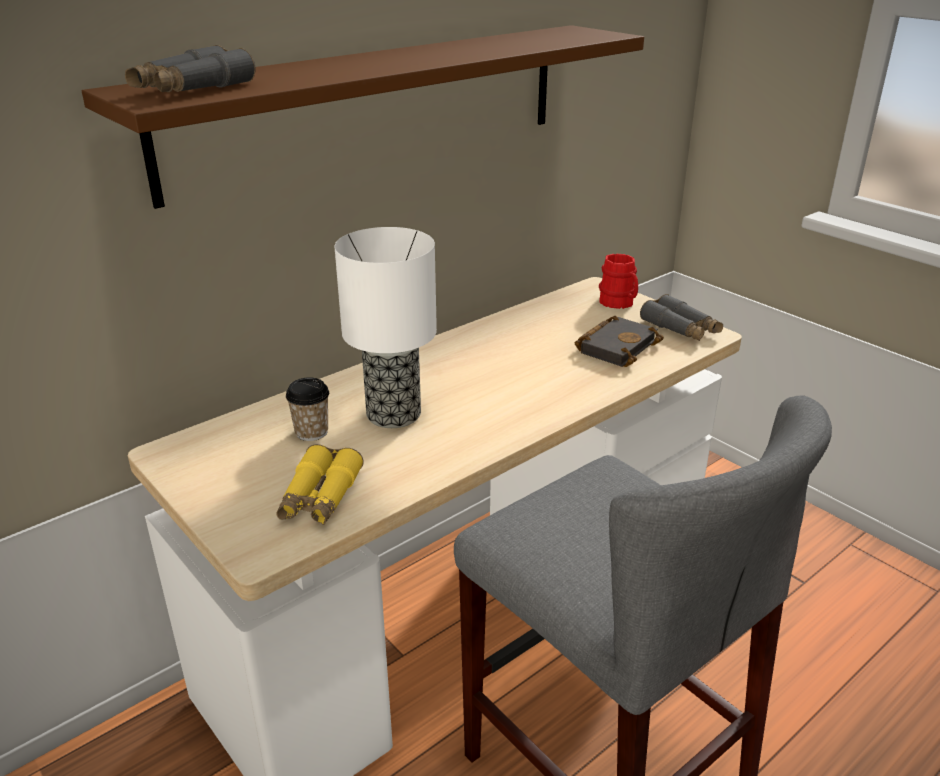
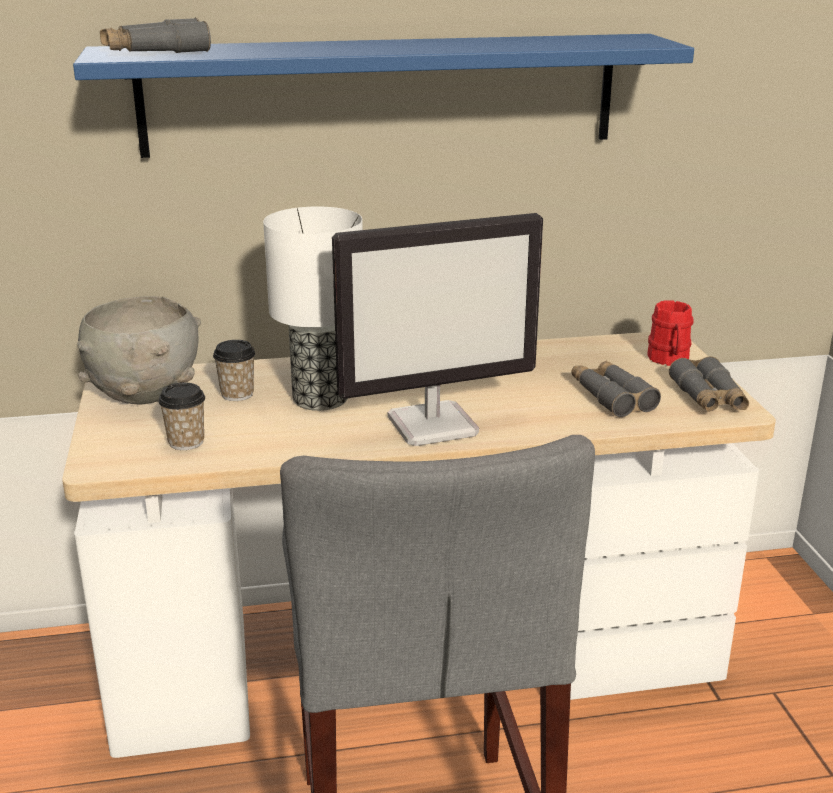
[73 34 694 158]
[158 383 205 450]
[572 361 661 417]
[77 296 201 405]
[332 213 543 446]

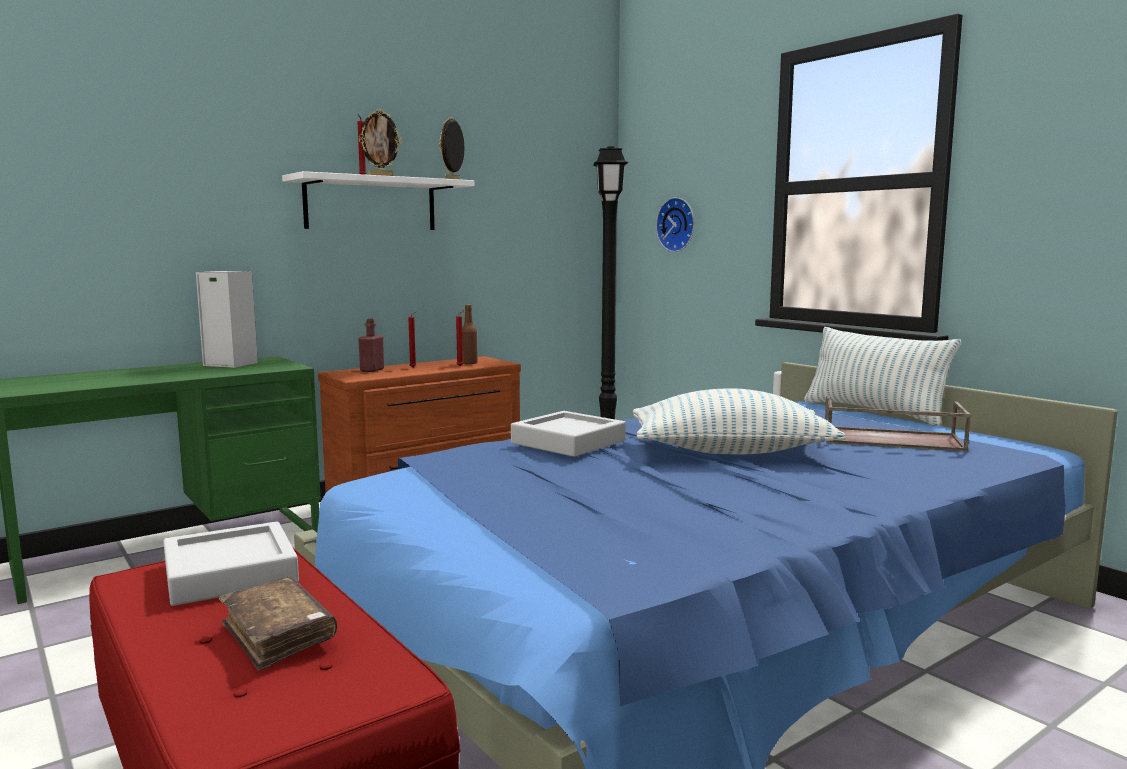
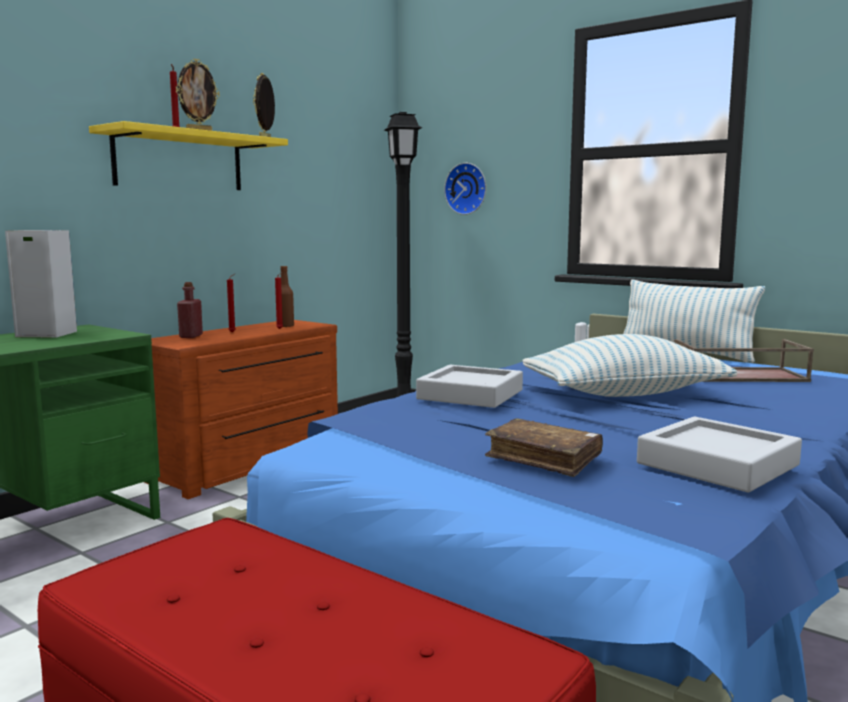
[637 416 802 492]
[485 418 603 477]
[89 121 288 190]

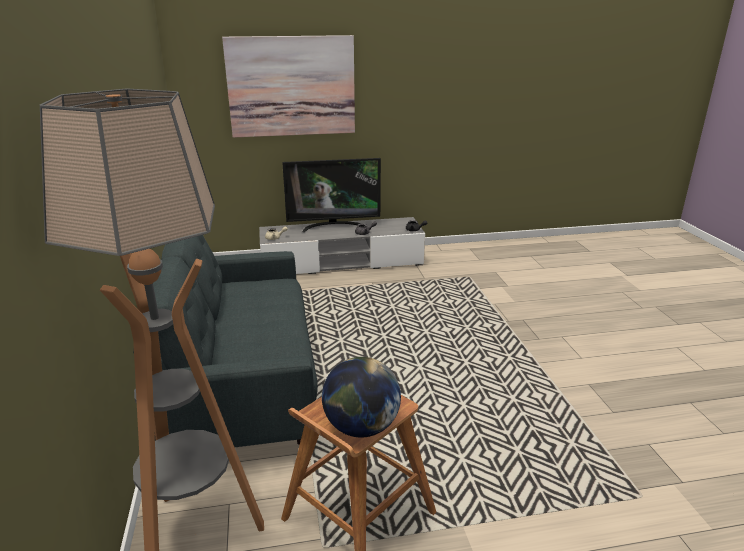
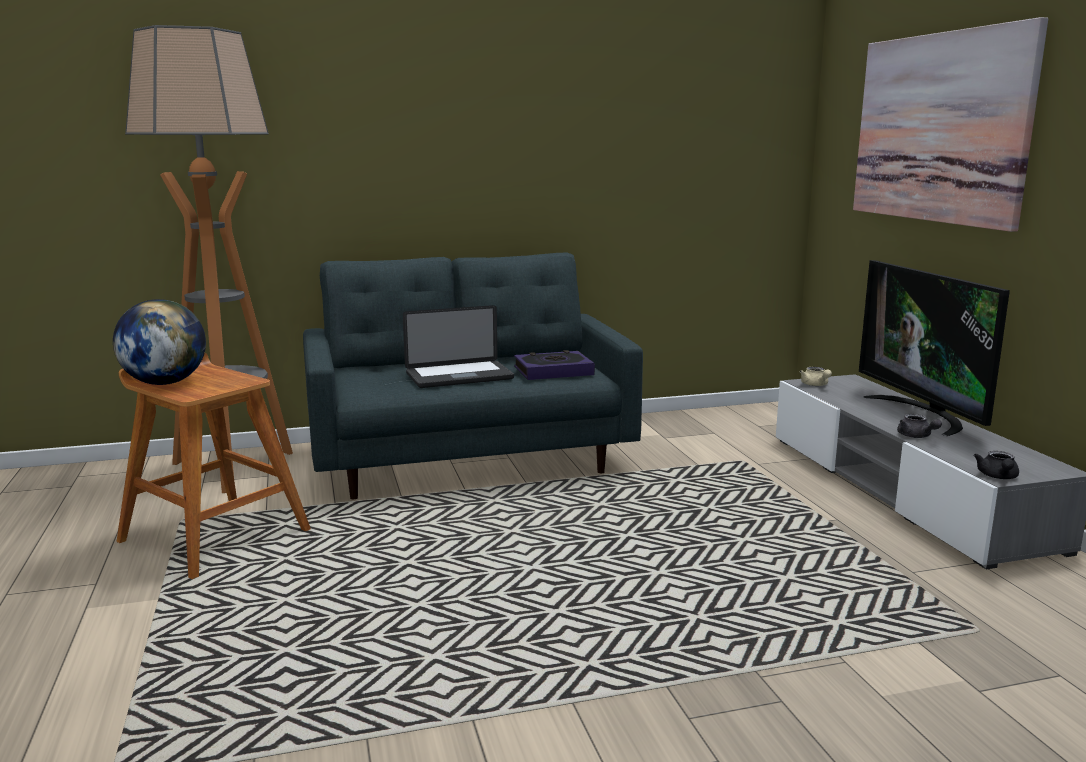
[403 305 514 388]
[514 350 595 380]

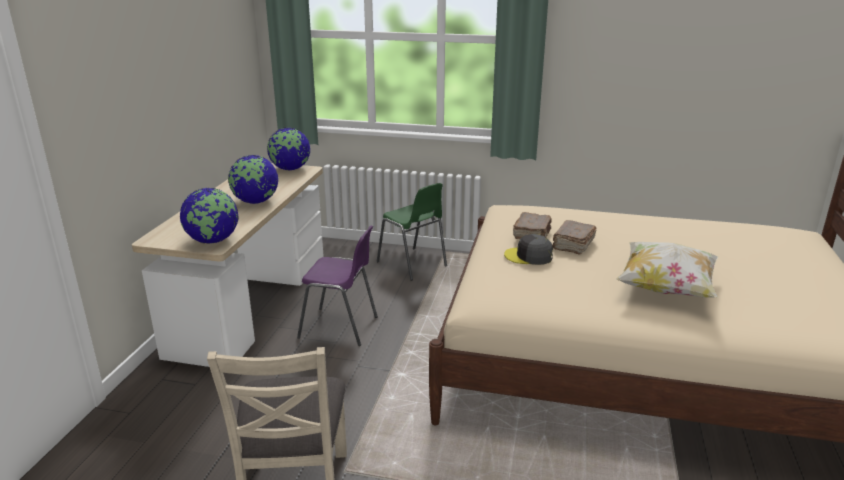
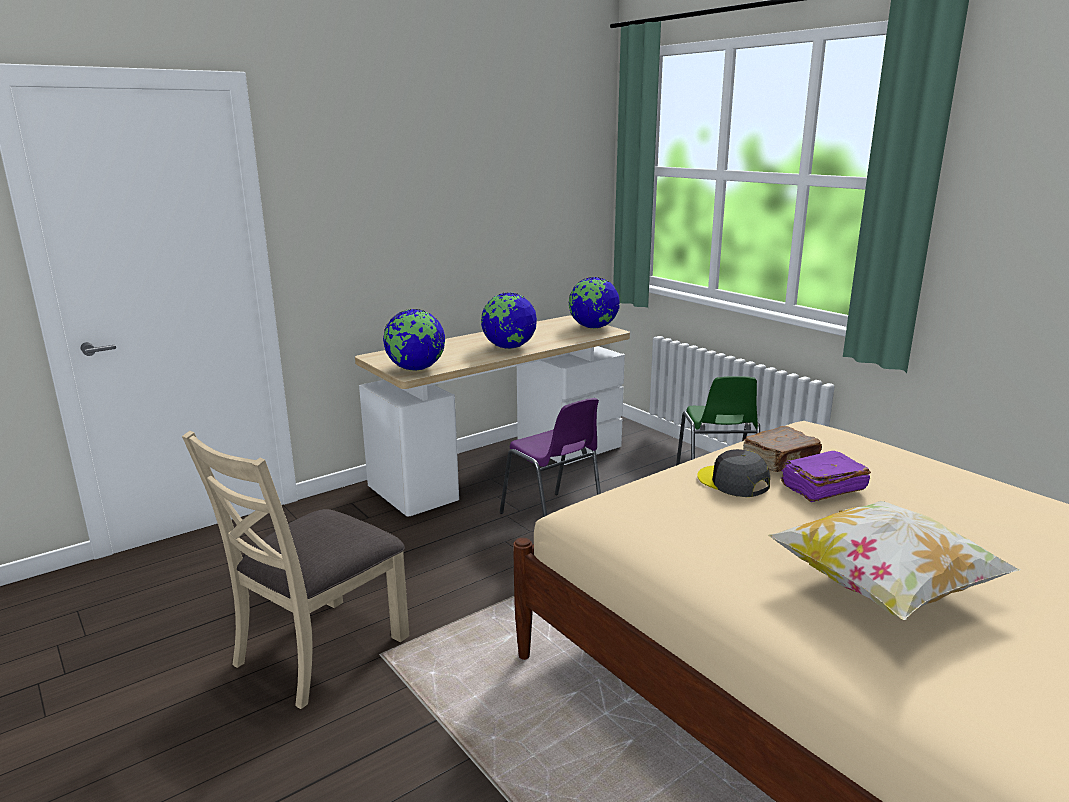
[781 451 871 502]

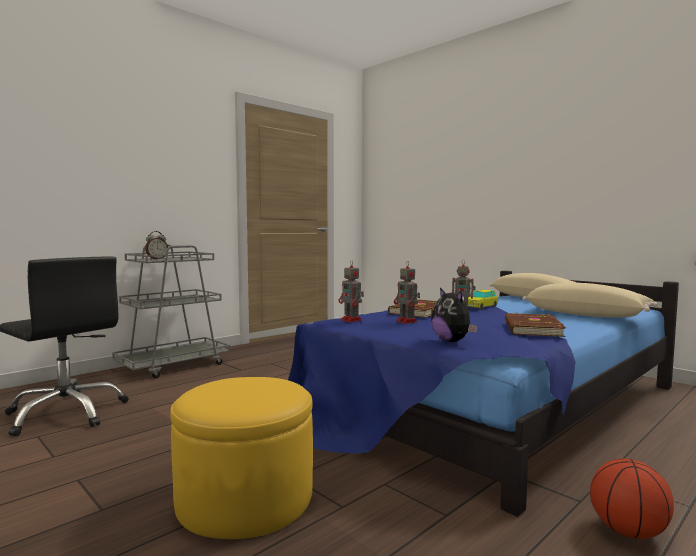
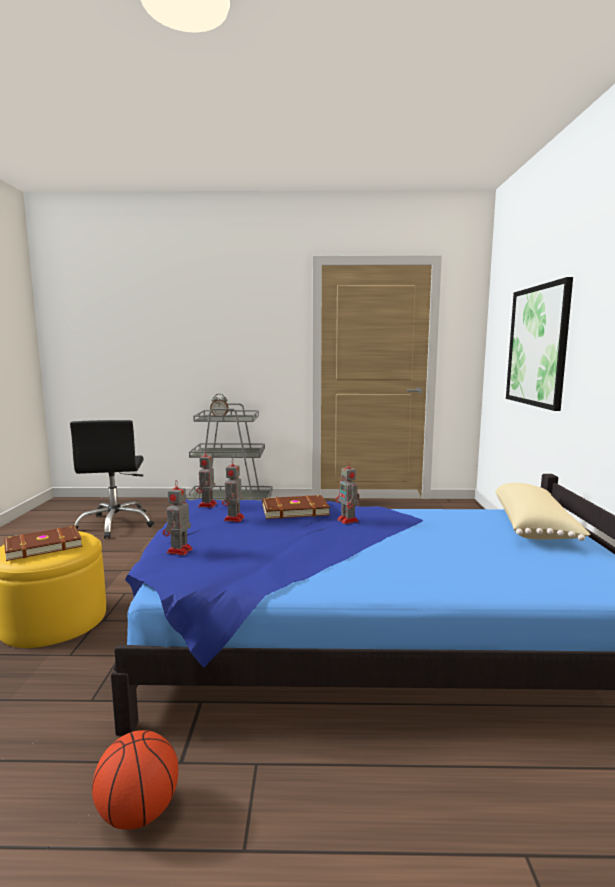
[163 480 193 555]
[468 290 498 310] (first image)
[4 526 82 561]
[522 283 658 317] (first image)
[506 277 573 411]

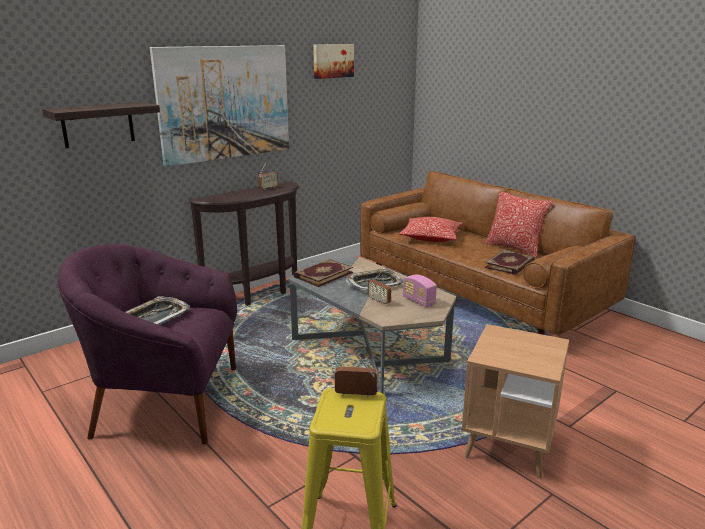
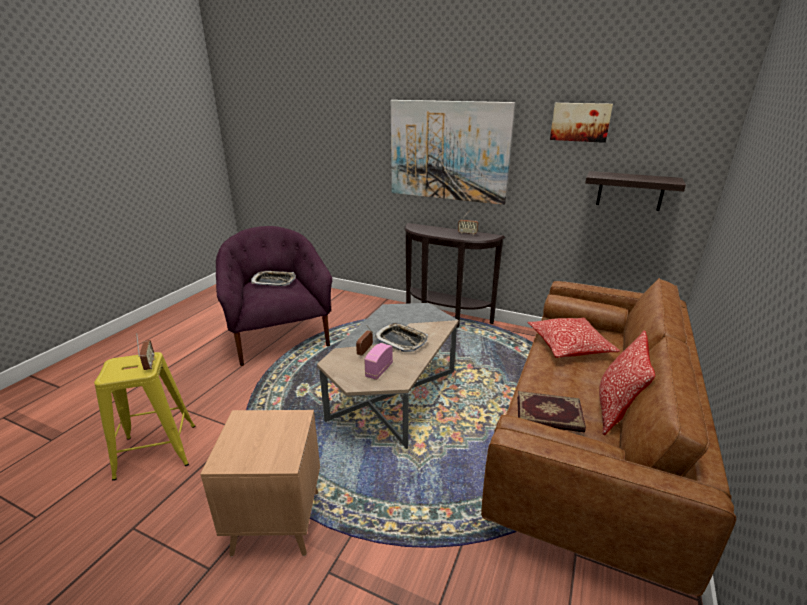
[585 171 686 211]
[293 259 353 287] (first image)

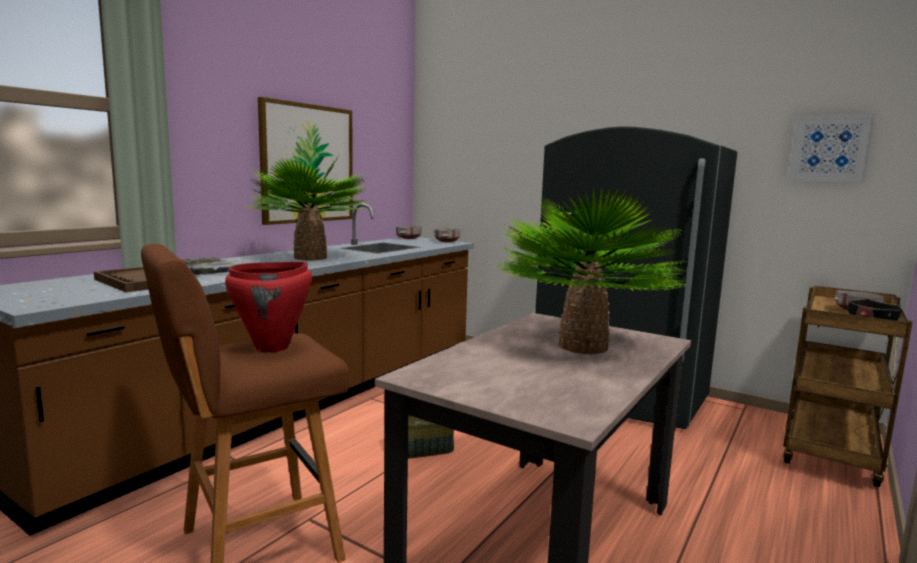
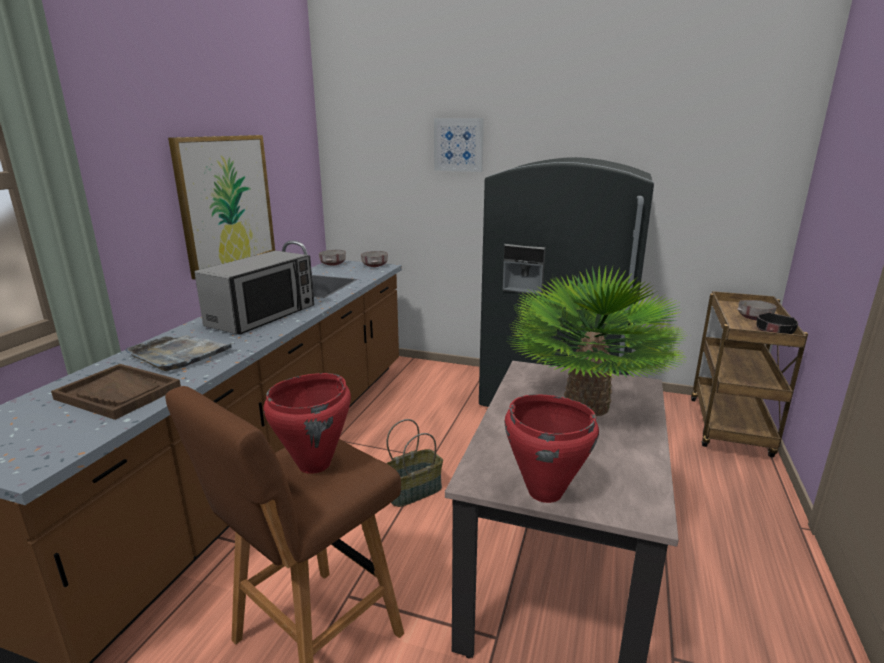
[194 250 314 335]
[434 118 484 172]
[505 394 599 503]

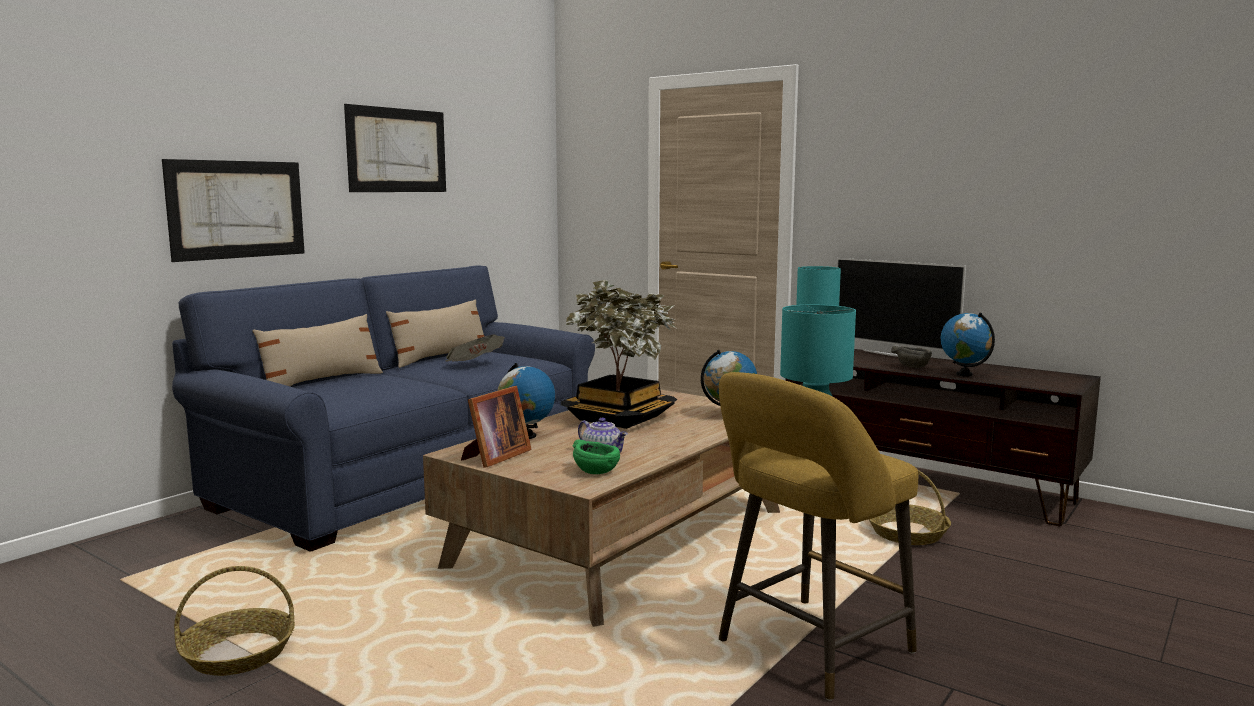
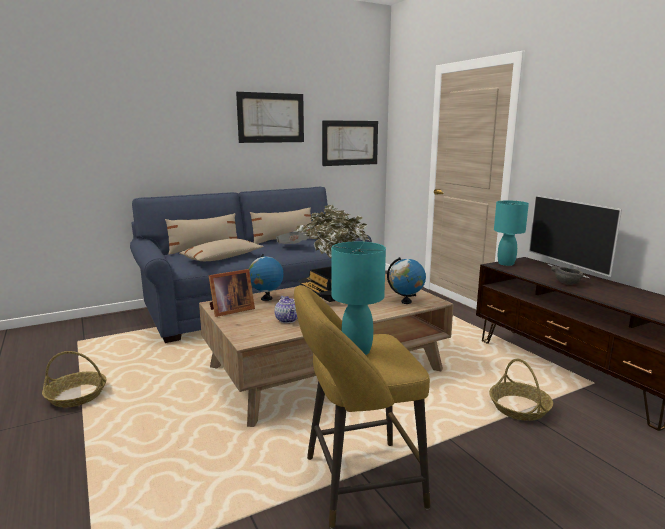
[322 120 378 166]
[573 440 620 474] (first image)
[940 312 995 376] (first image)
[179 239 264 261]

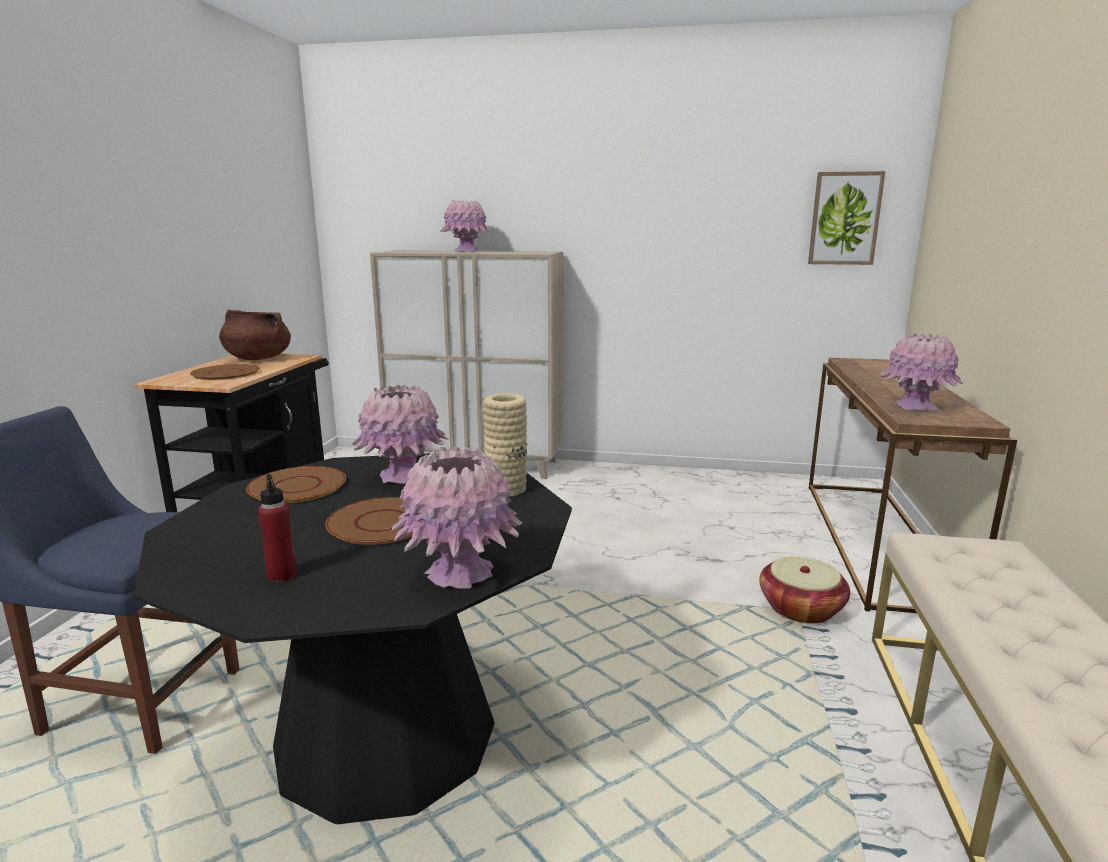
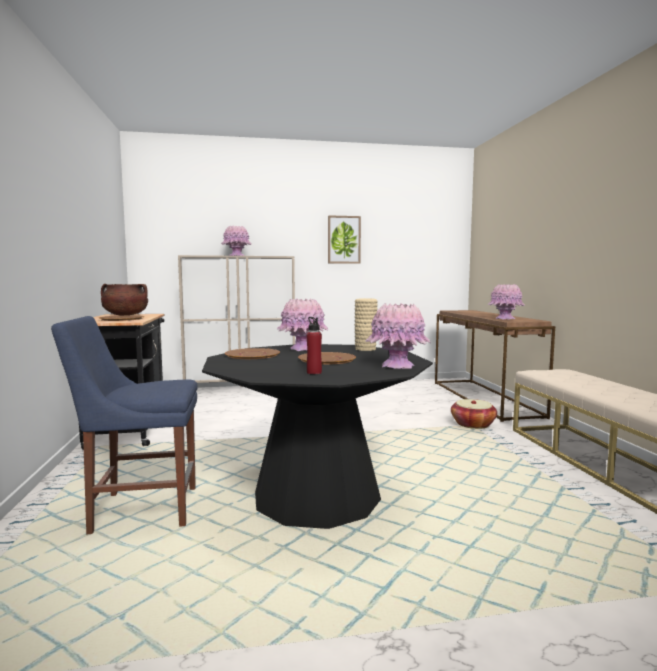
[328 215 361 264]

